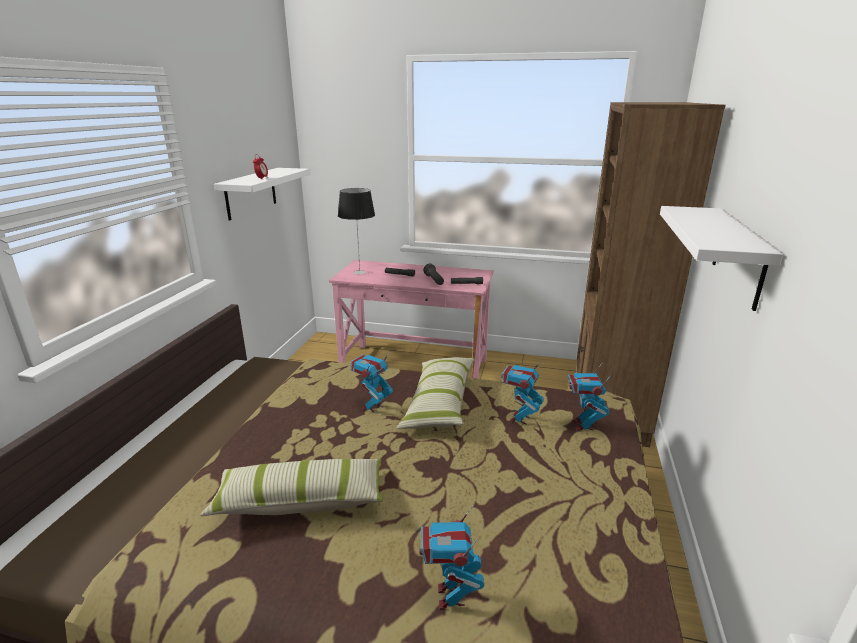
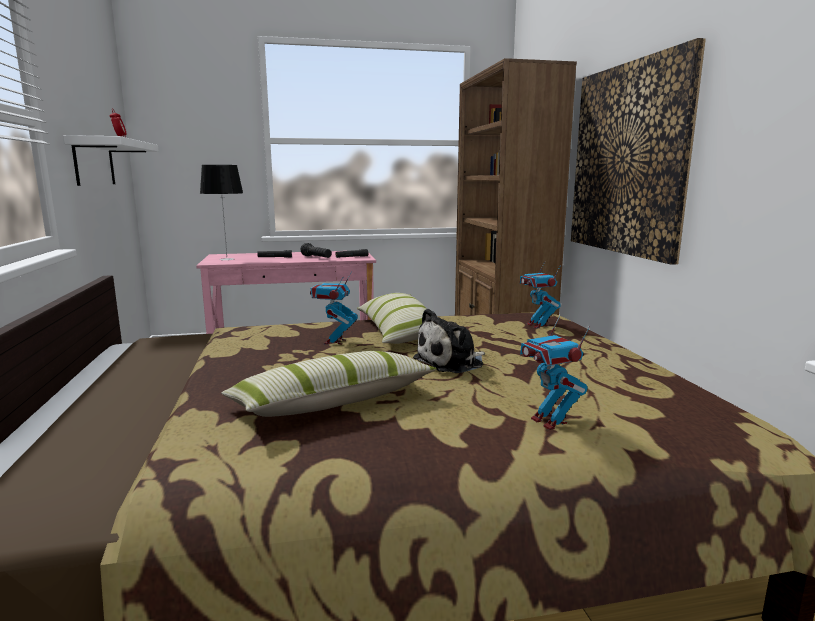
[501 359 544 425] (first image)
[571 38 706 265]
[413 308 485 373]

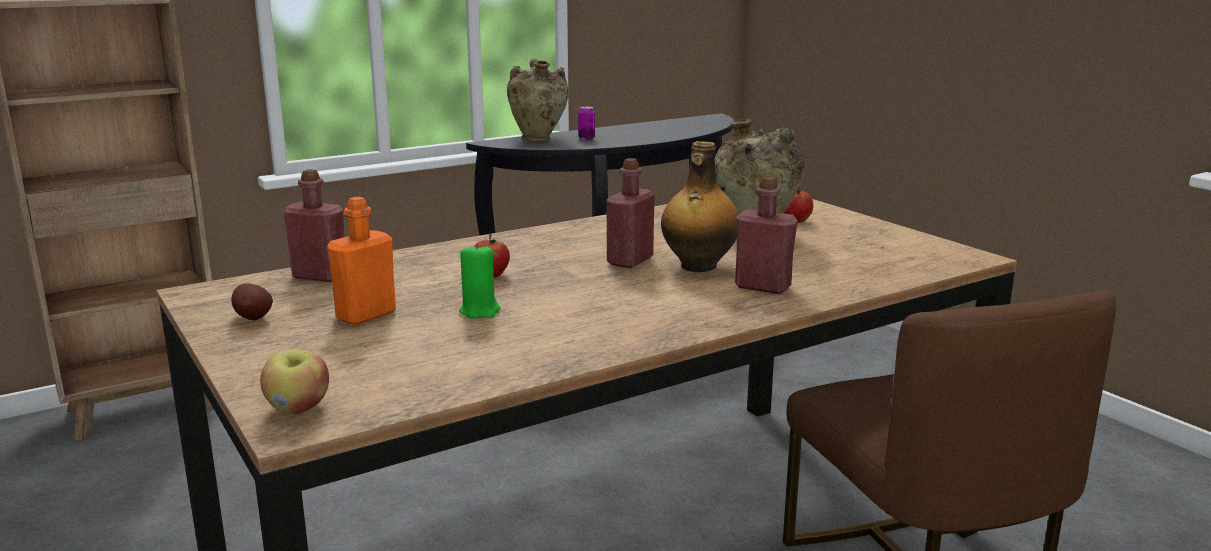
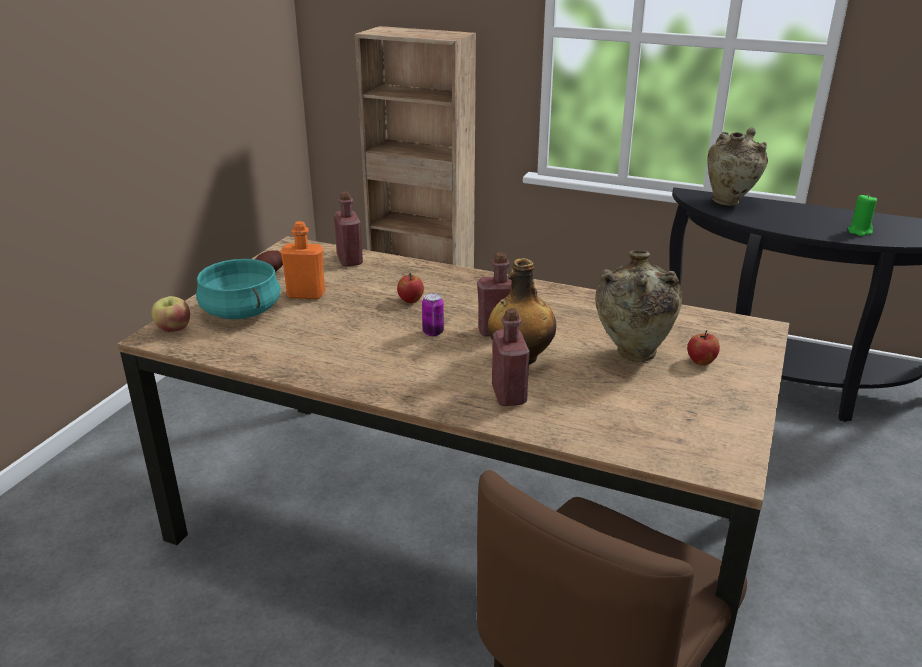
[848 195 877 236]
[422 293 444 336]
[196 259 281 319]

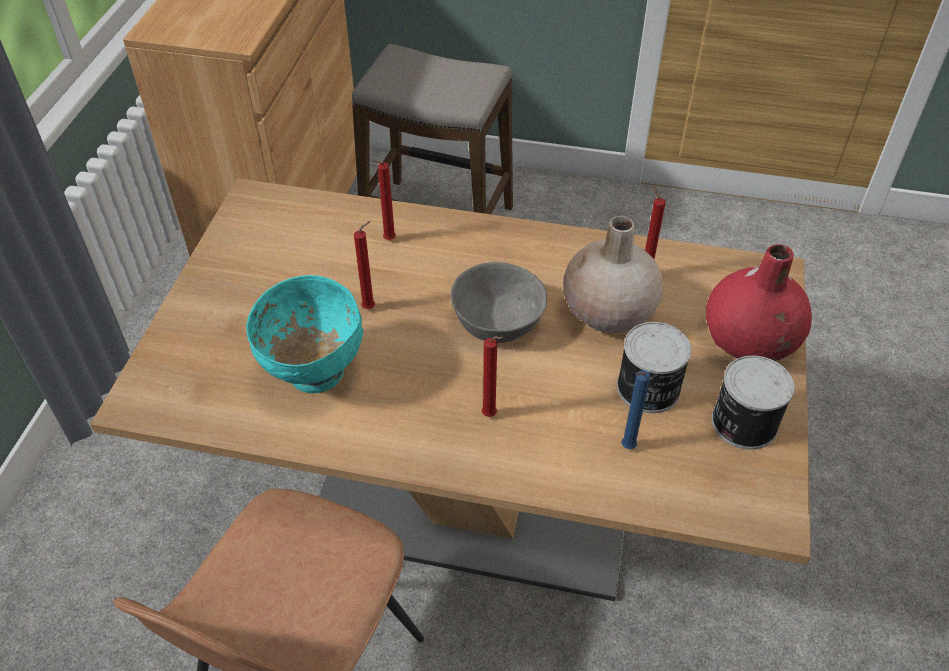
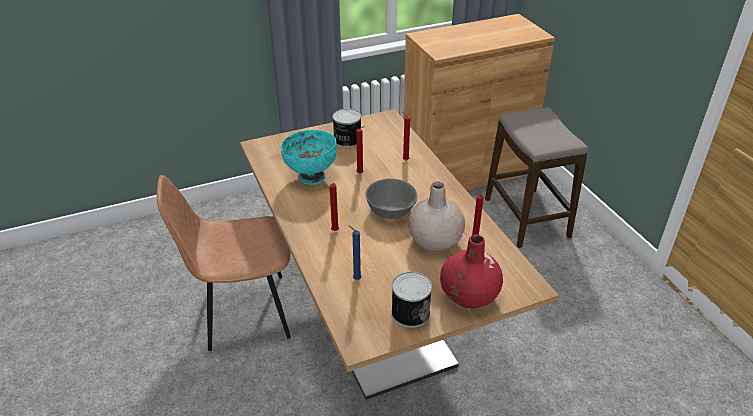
[333 109 361 148]

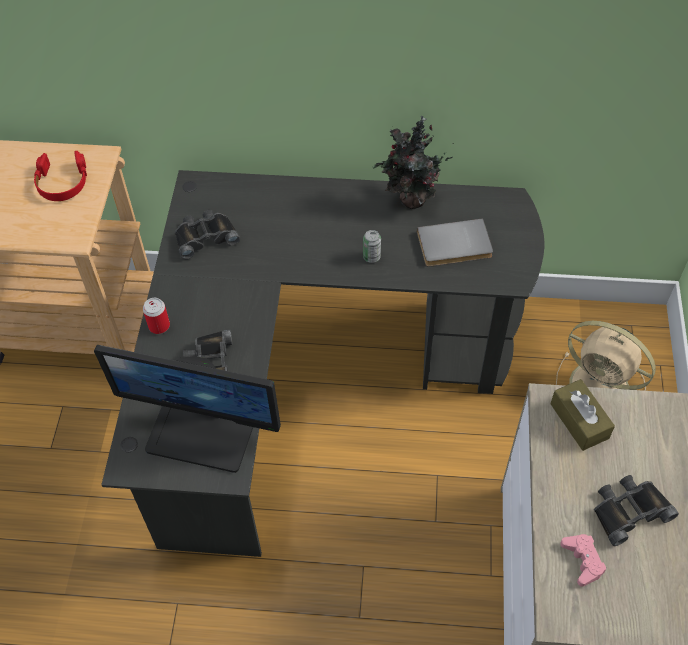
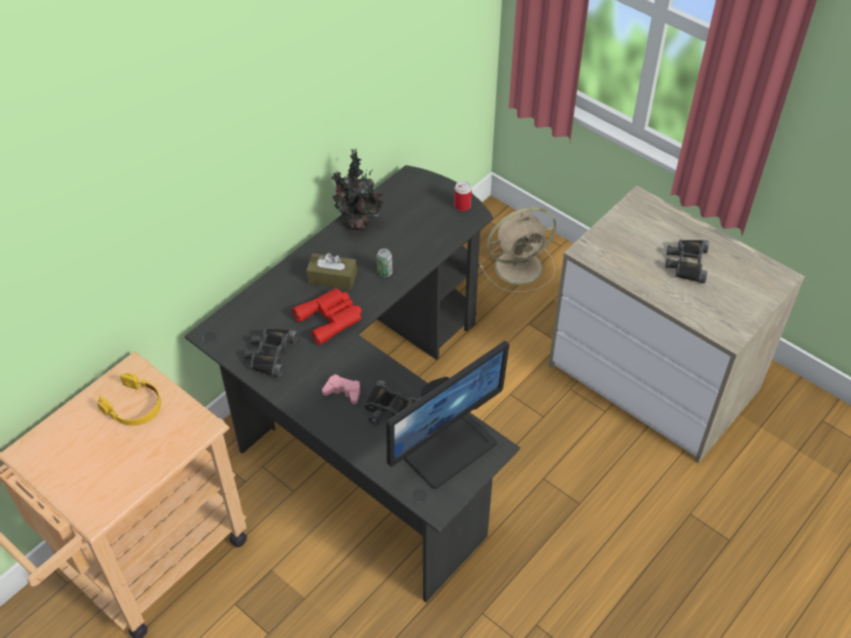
[97 373 161 426]
[454 181 472 211]
[417 219 493 267] (first image)
[306 253 357 290]
[322 374 360 404]
[292 288 362 345]

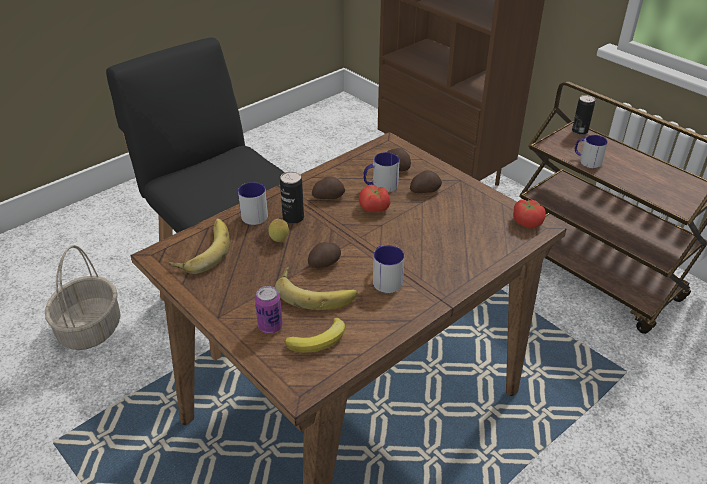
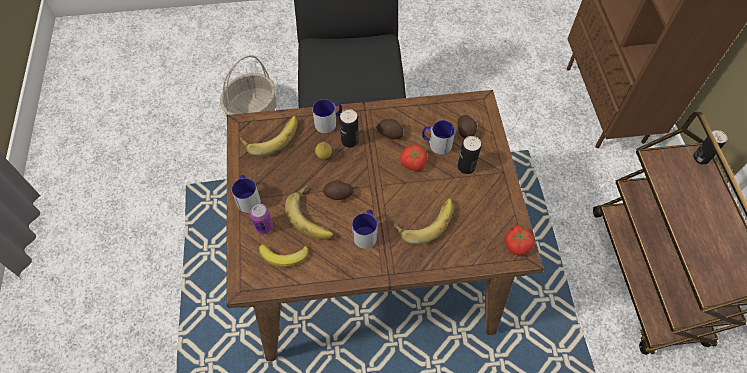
[458 136 481 174]
[232 175 261 213]
[393 198 453 245]

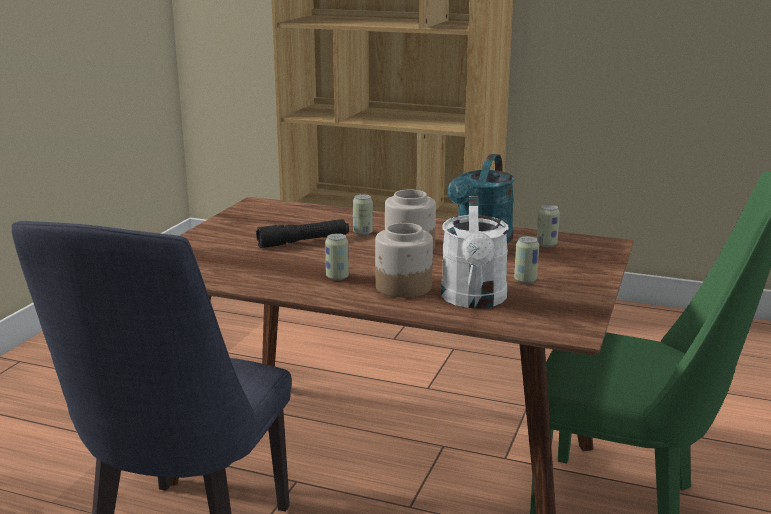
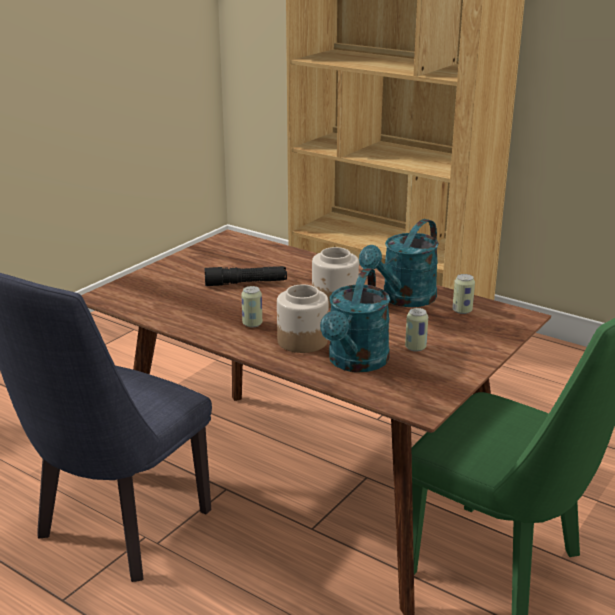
[353 194 373 235] (first image)
[320 268 390 372]

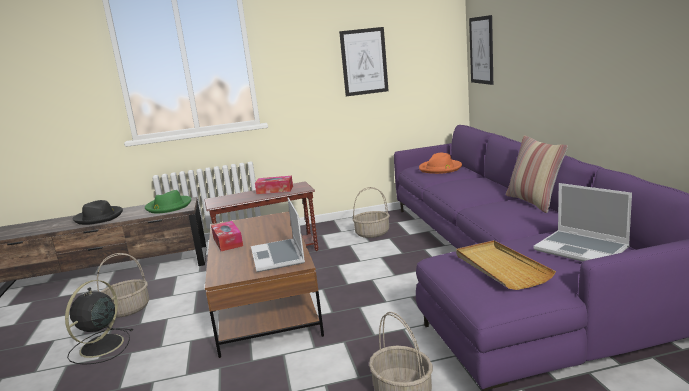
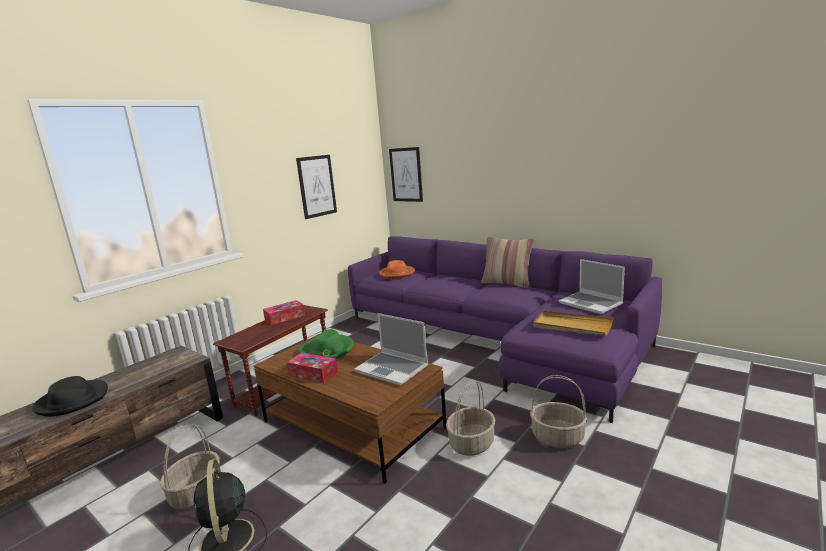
[298 329 354 359]
[446 380 495 456]
[559 259 625 314]

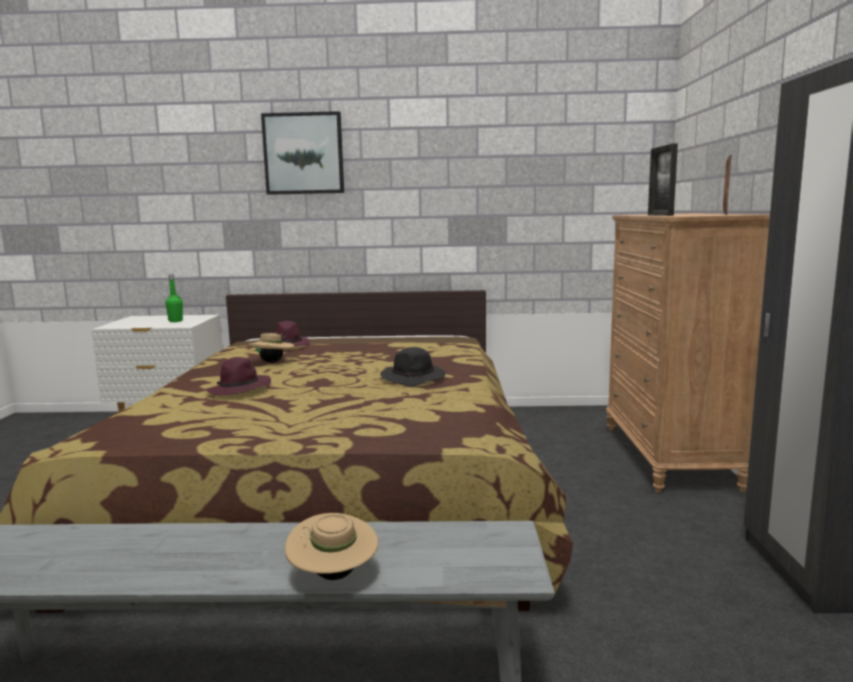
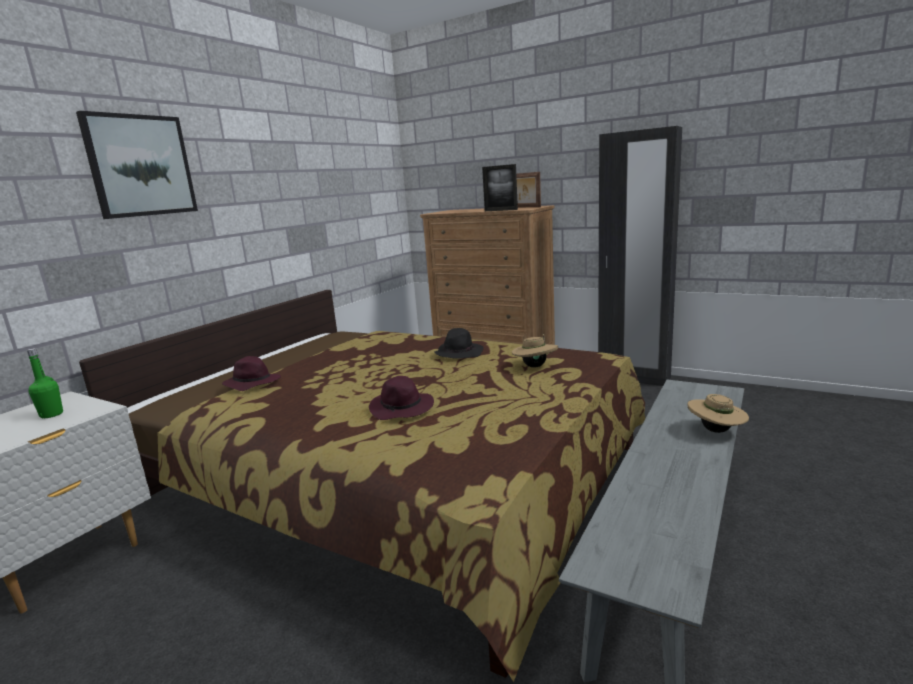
[512 334 558 368]

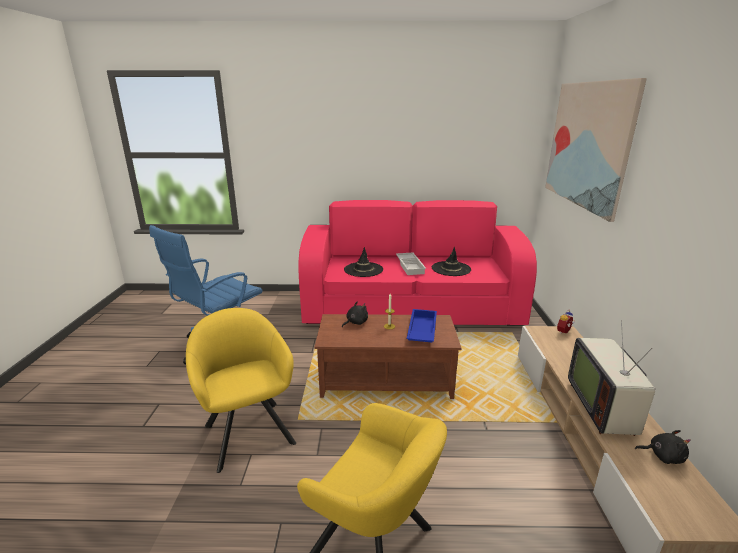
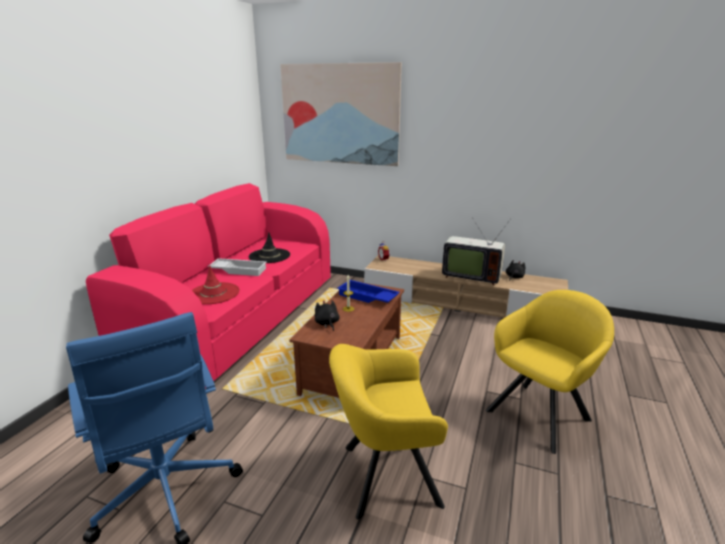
[192 265 240 304]

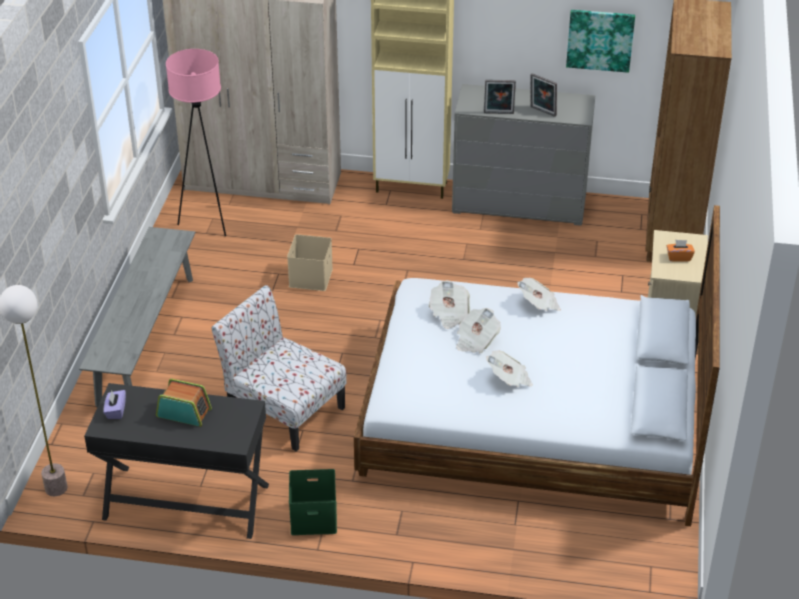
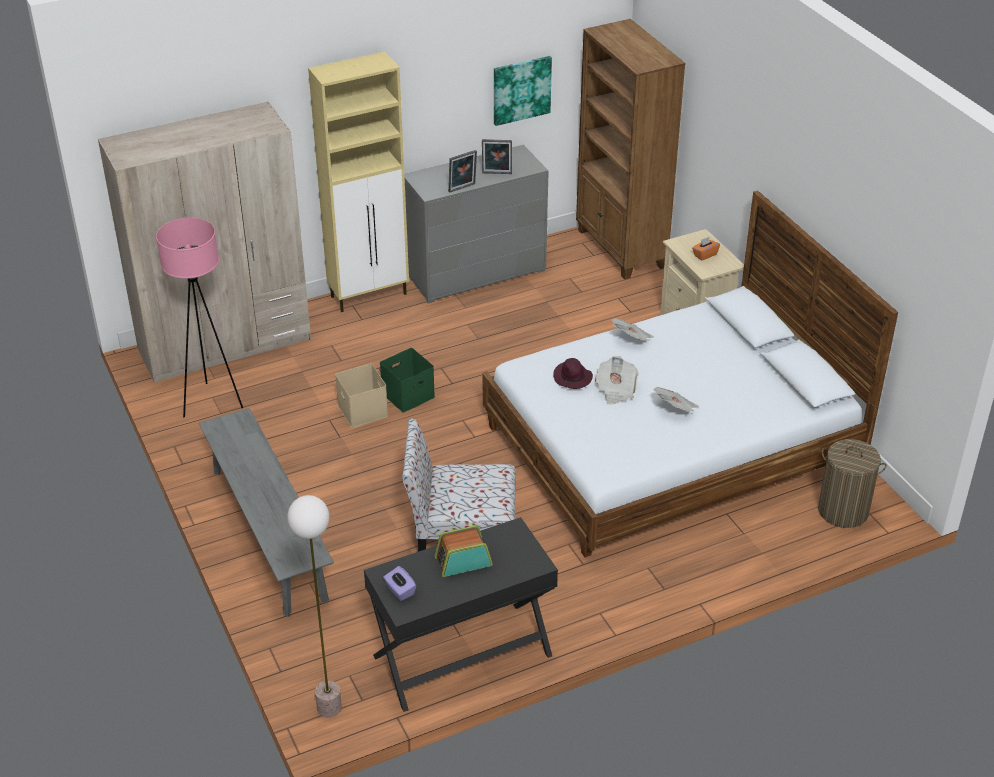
[380 348 435 413]
[553 358 593 389]
[818 439 887 528]

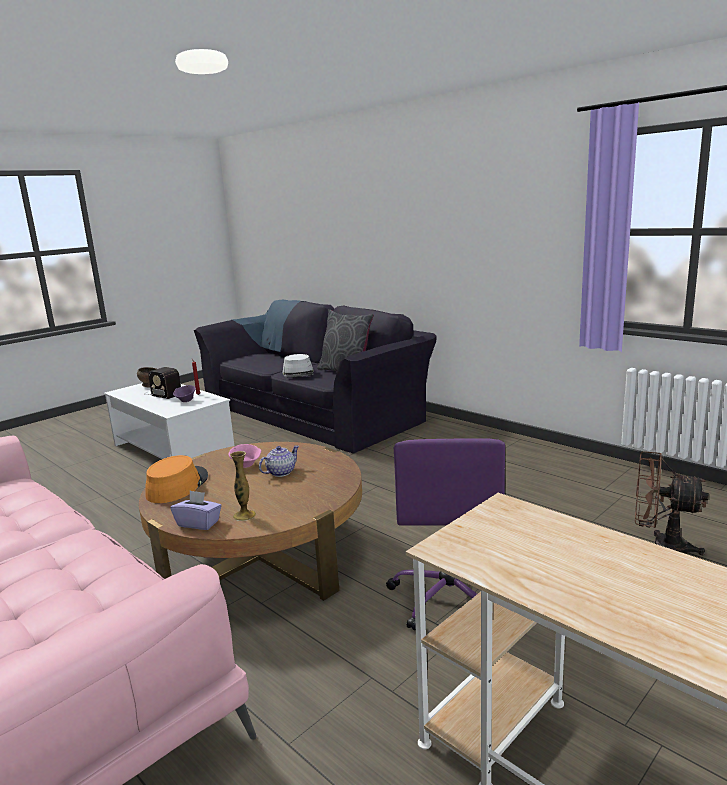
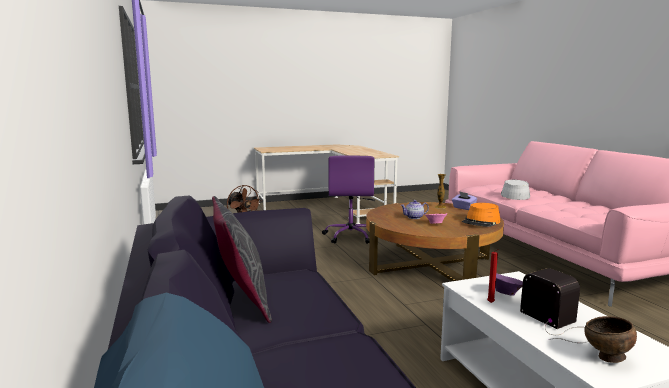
[501 180 530 200]
[322 156 375 244]

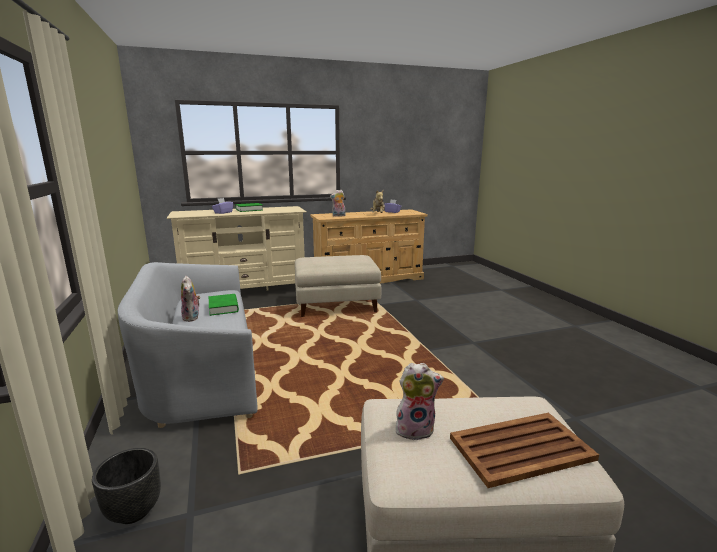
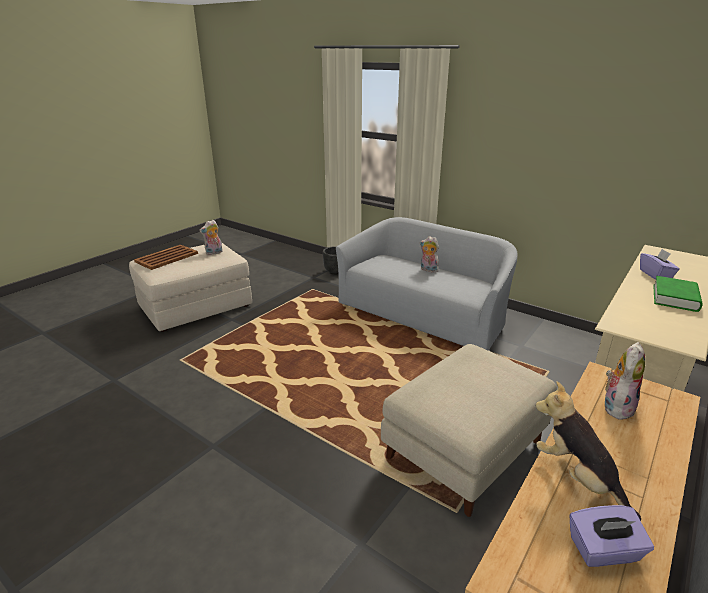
[209 294 239 316] (first image)

